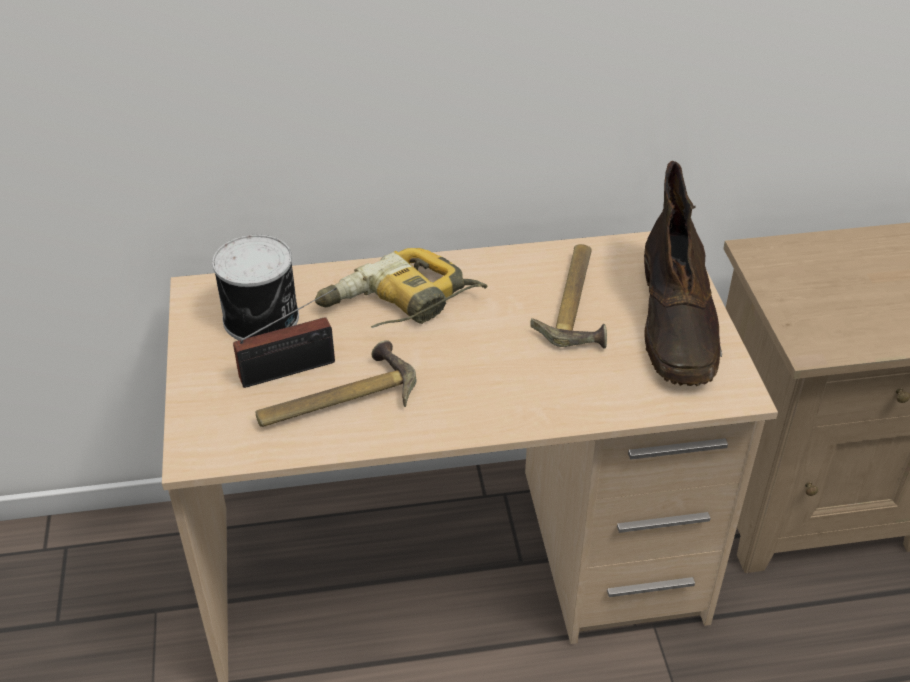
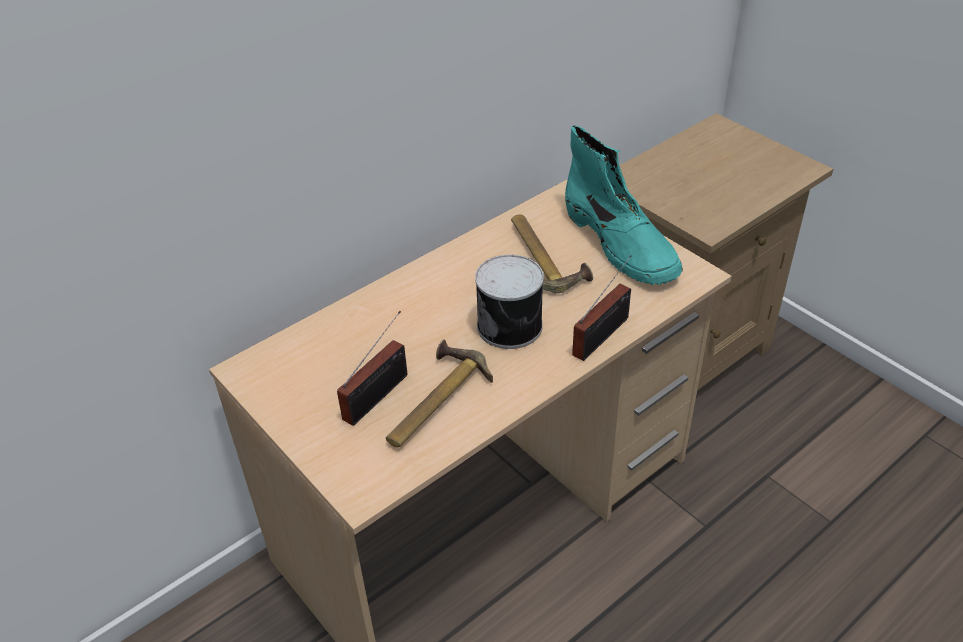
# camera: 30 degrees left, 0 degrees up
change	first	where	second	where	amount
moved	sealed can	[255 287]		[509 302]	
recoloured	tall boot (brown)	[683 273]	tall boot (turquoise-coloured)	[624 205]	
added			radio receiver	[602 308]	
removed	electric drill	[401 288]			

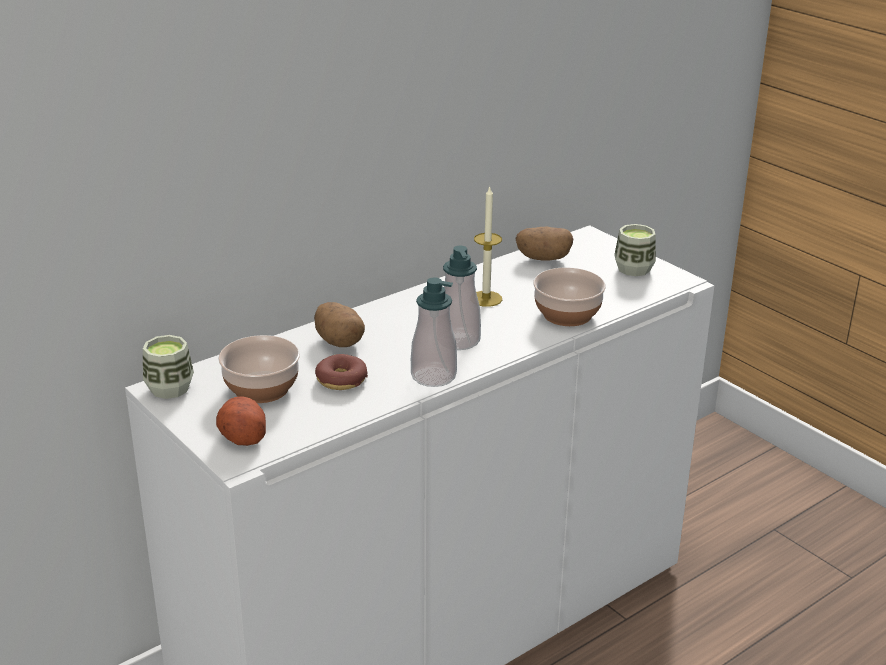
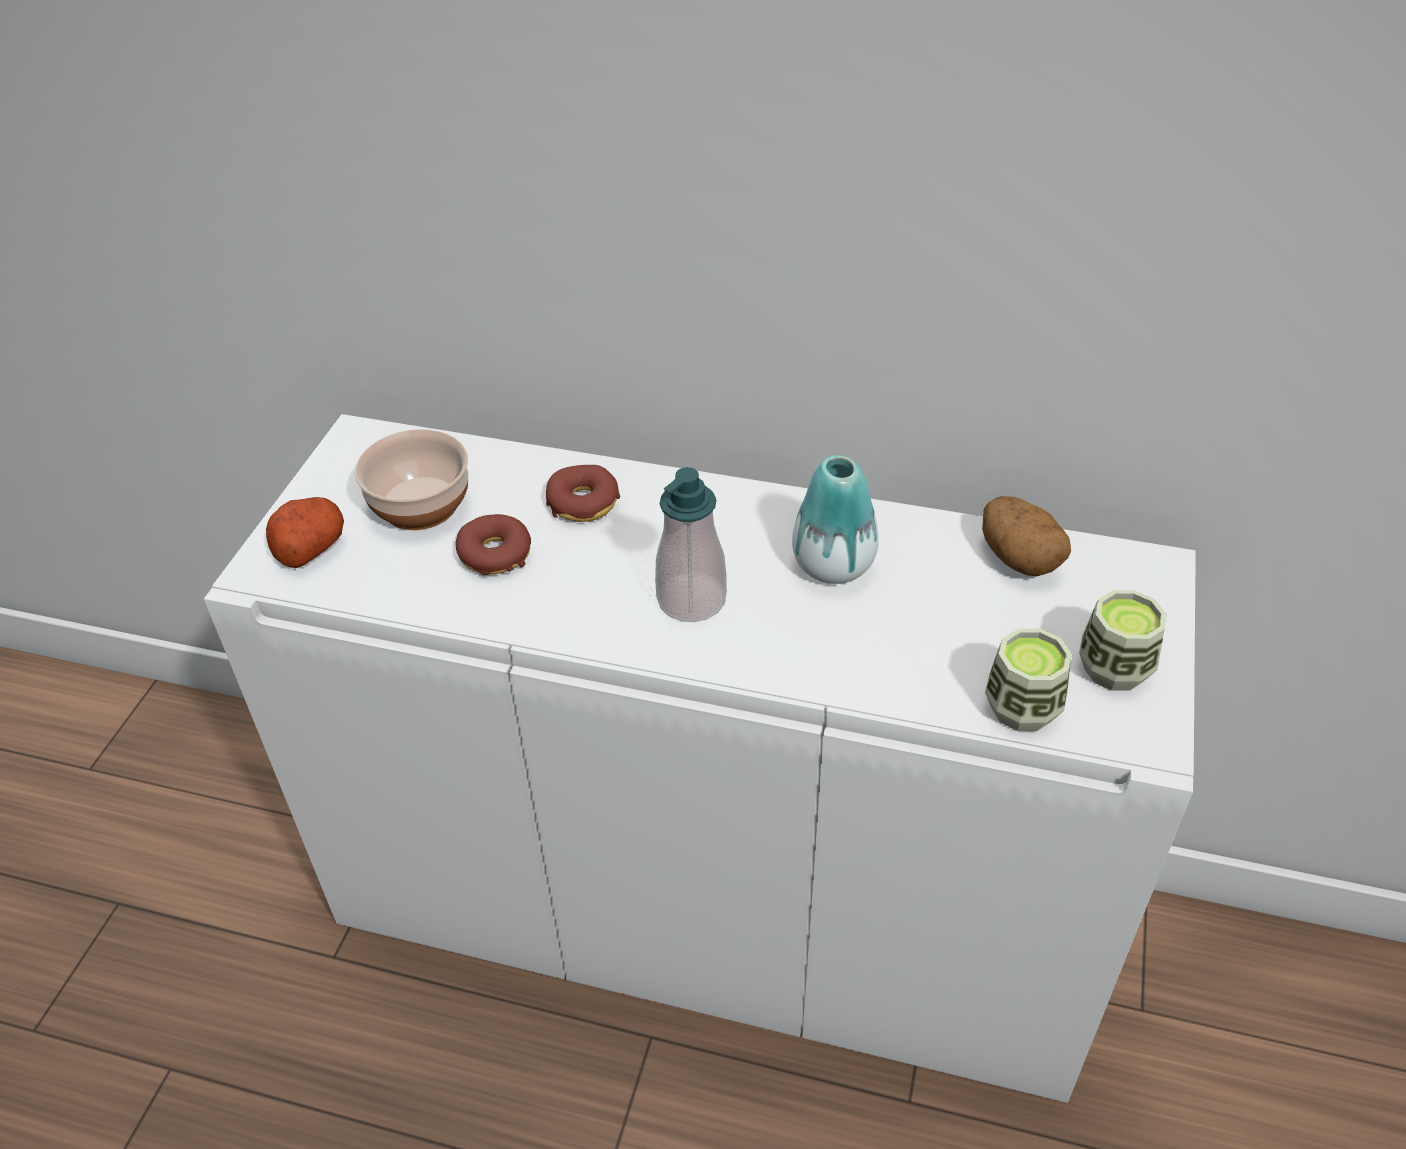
# camera: 55 degrees right, 15 degrees up
change	first	where	second	where	amount
replaced	whole potato	[339 324]	ring doughnut	[583 493]	
replaced	wax light	[488 246]	decorative vase	[835 519]	
moved	drinking cup	[168 367]		[1028 680]	
removed	soap bottle	[434 332]			
removed	serving bowl	[569 296]			

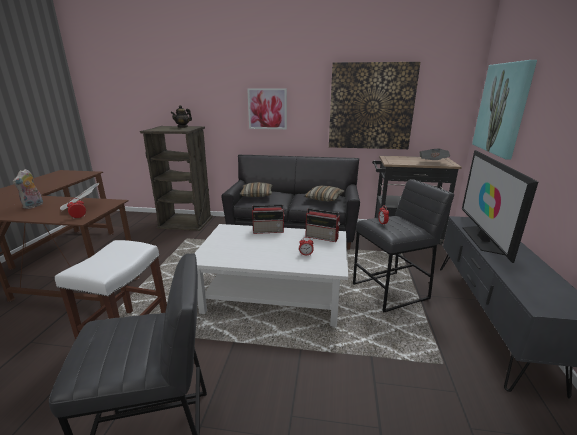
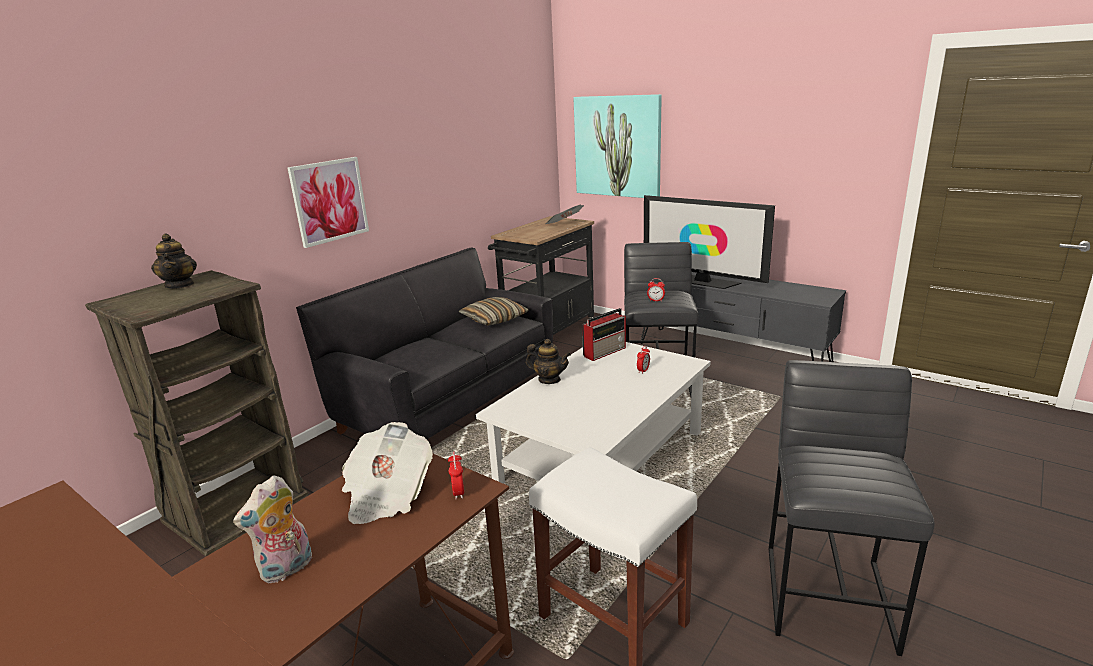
# camera: 60 degrees left, 0 degrees up
change	first	where	second	where	amount
turned	soft toy	[27 189]		[272 530]	90 degrees clockwise
replaced	radio receiver	[268 219]	teapot	[548 361]	
removed	cushion	[256 189]			
removed	wall picture	[374 105]			

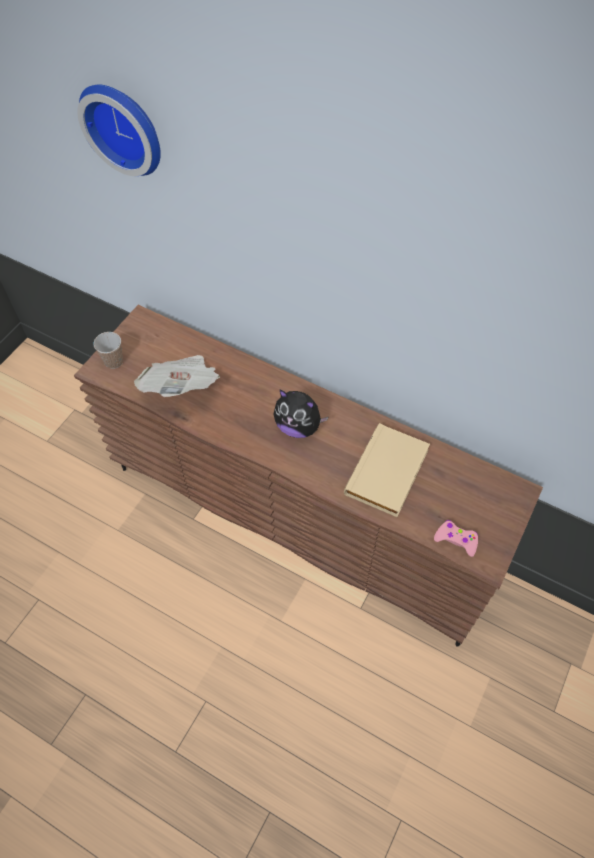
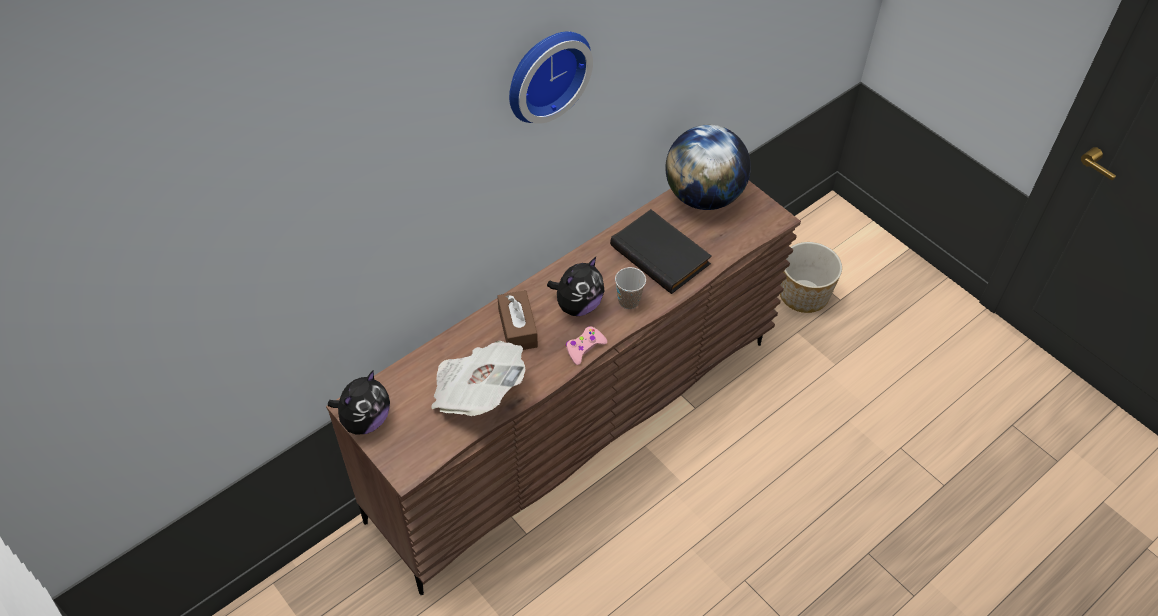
# camera: 70 degrees left, 5 degrees down
change	first	where	second	where	amount
added			soft toy	[359 402]	
added			tissue box (brown)	[517 320]	
moved	clock on the wall	[119 130]		[551 77]	
moved	joypad (pink-coloured)	[456 538]		[586 345]	
recoloured	bound book (beige)	[387 470]	bound book (blackish)	[661 251]	
moved	drinking cup	[108 350]		[630 288]	
added			world globe	[708 167]	
added			flower pot	[811 277]	

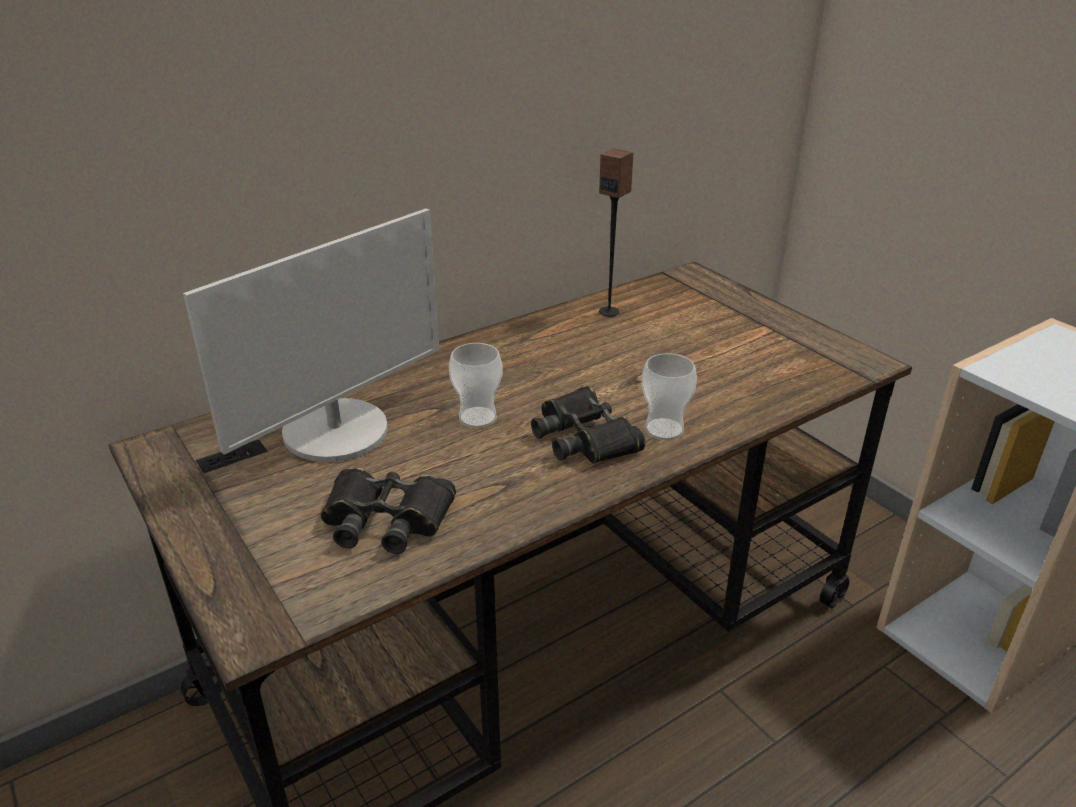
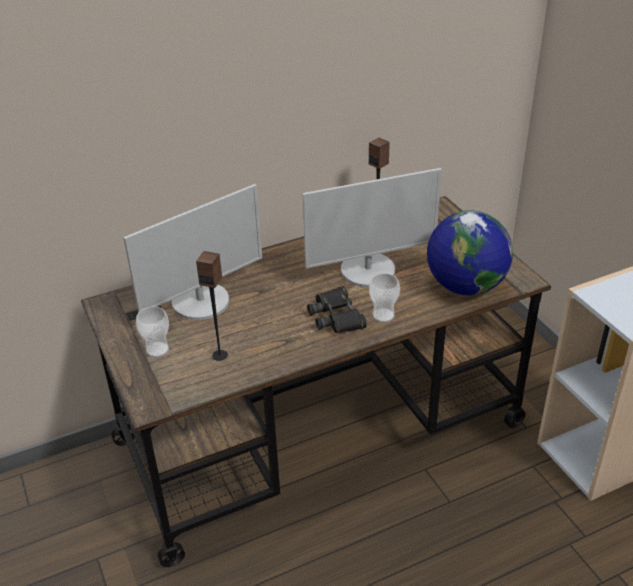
# camera: 10 degrees right, 5 degrees up
change	first	where	second	where	amount
moved	drinking cup	[476 385]		[152 332]	
replaced	pair of binoculars (blackish)	[388 511]	loudspeaker	[212 306]	
added			monitor	[372 228]	
added			world globe	[470 252]	

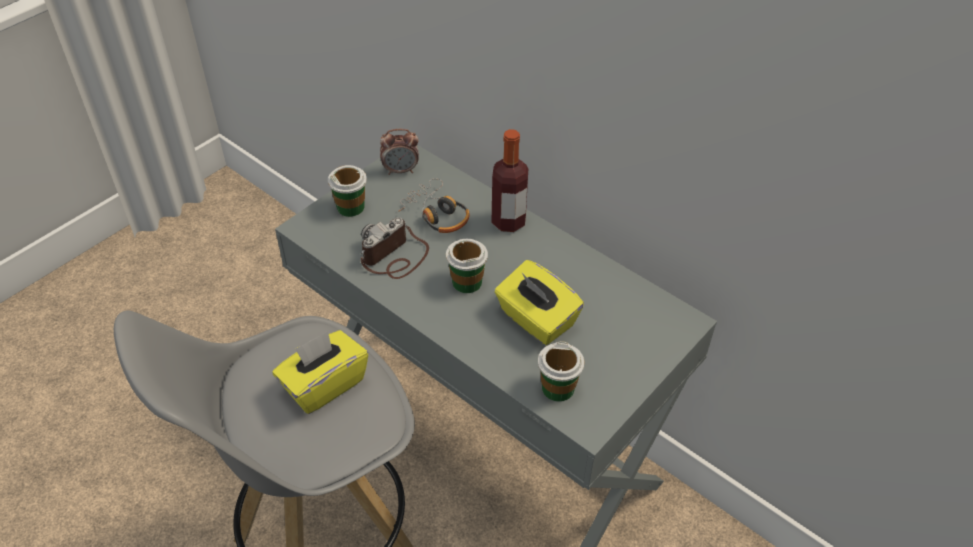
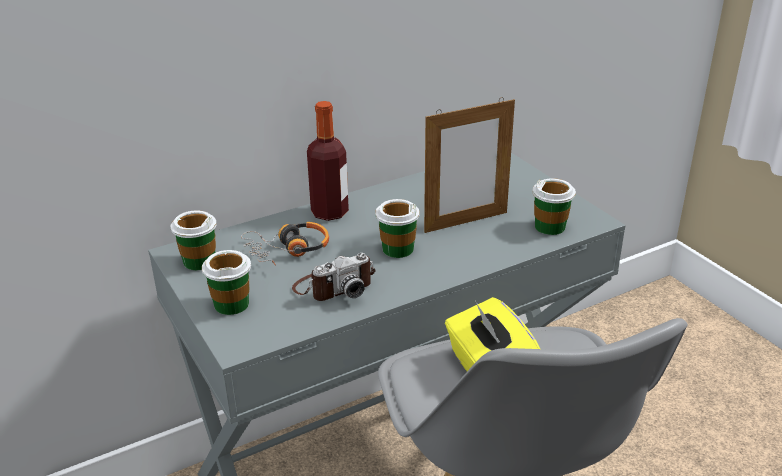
# camera: 70 degrees left, 15 degrees down
change	first	where	second	where	amount
replaced	table clock	[399 152]	drinking cup	[193 240]	
turned	still camera	[394 248]		[334 277]	90 degrees counterclockwise
replaced	tissue box (yellow)	[539 302]	picture frame	[469 165]	

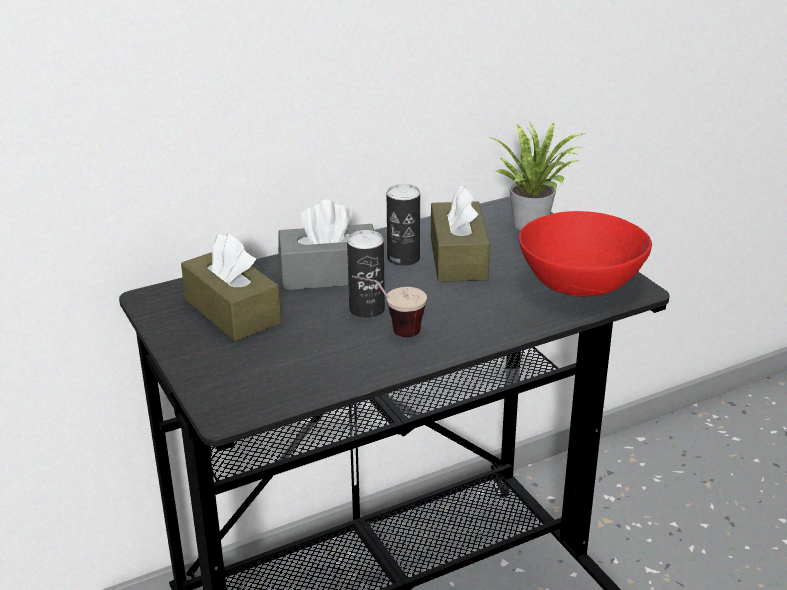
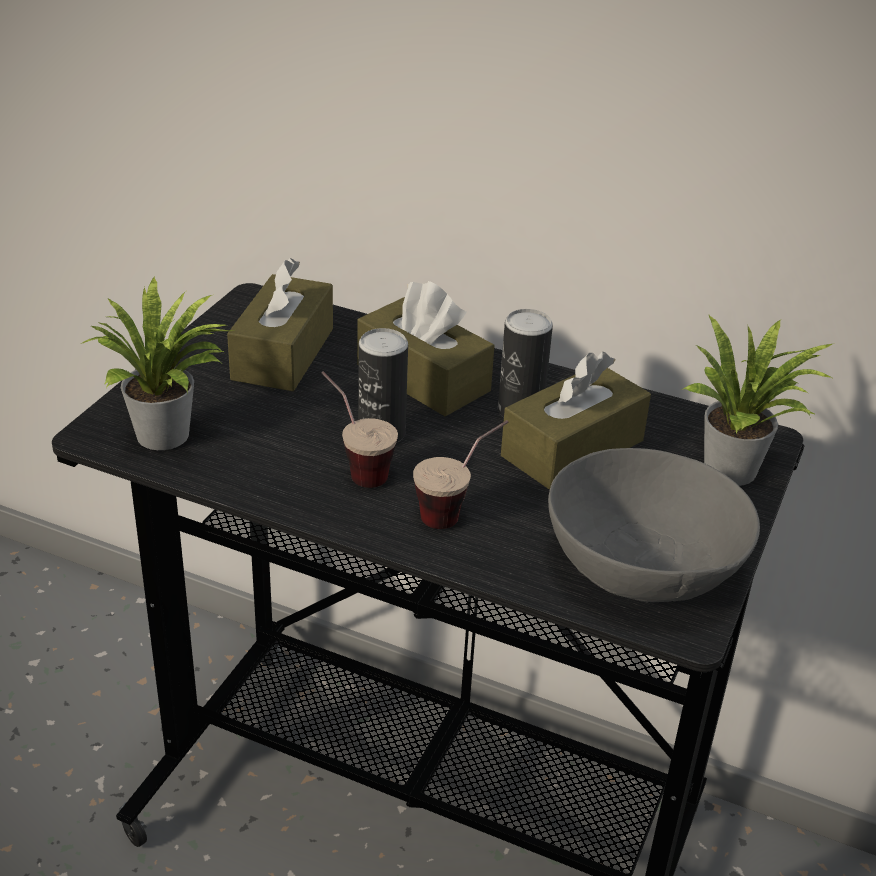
# camera: 50 degrees right, 5 degrees up
change	first	where	second	where	amount
added			plant in a pot	[157 362]	
recoloured	tissue box (grey)	[326 245]	tissue box (brown)	[425 348]	
added			drinking cup	[461 474]	
recoloured	serving bowl (reddish)	[585 254]	serving bowl (grey)	[654 525]	

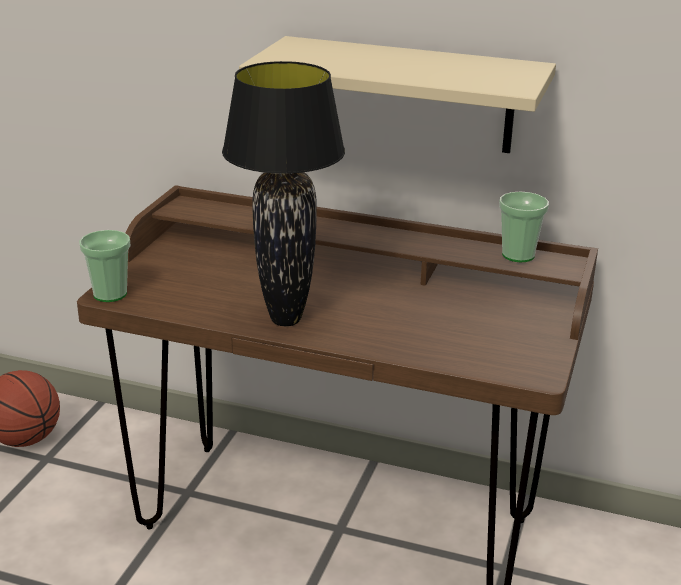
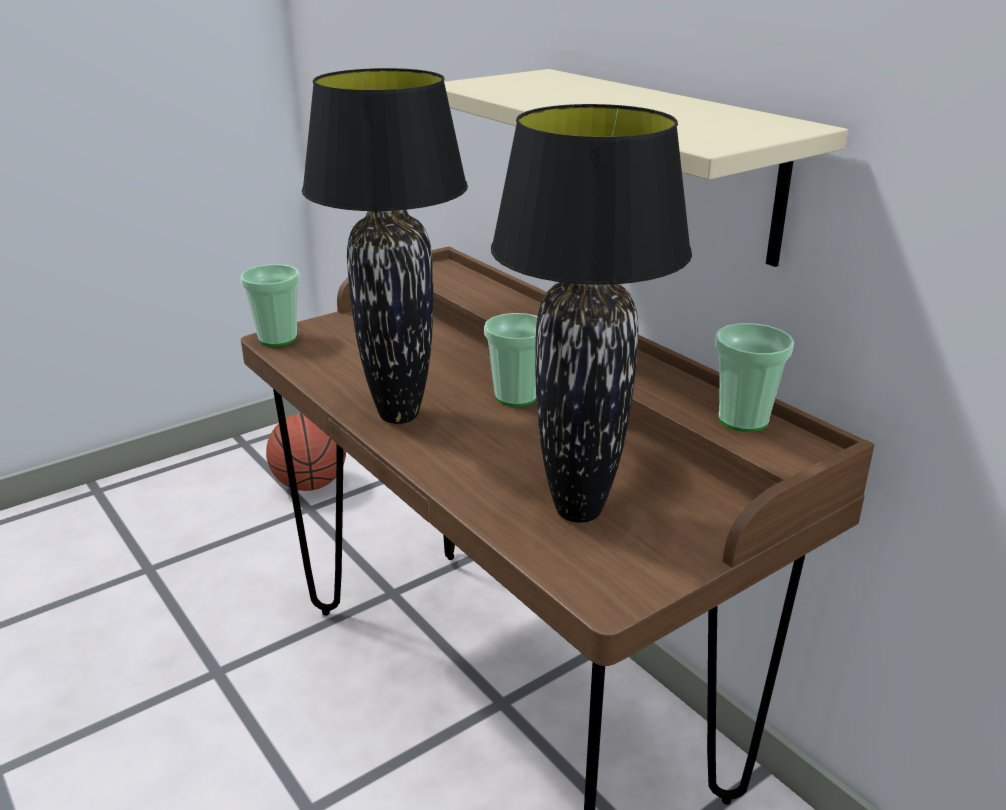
# camera: 35 degrees right, 0 degrees up
change	first	where	second	where	amount
added			drinking cup	[511 360]	
added			lamp for a table (blackish)	[591 313]	

